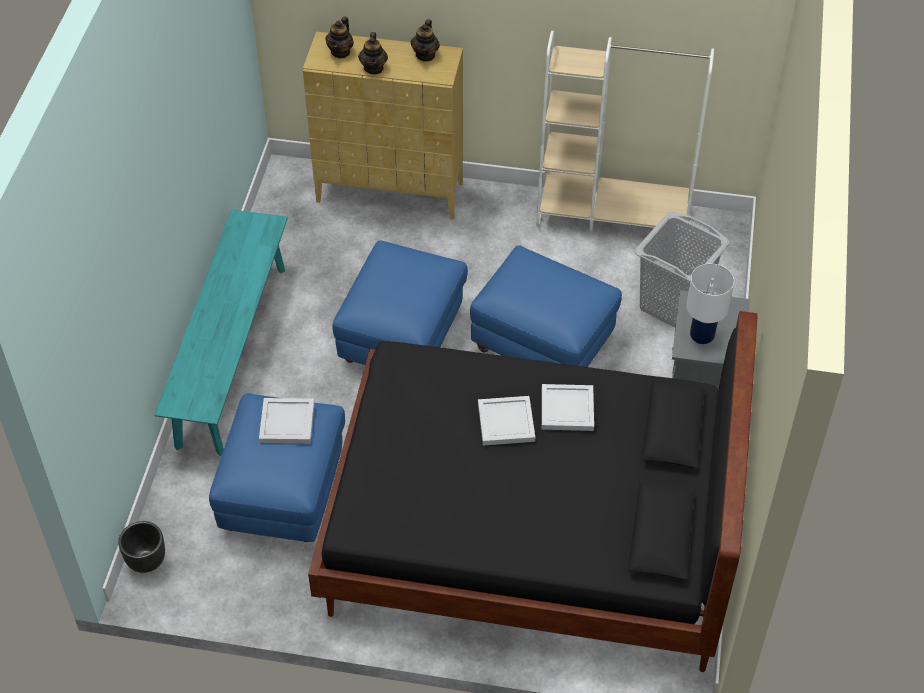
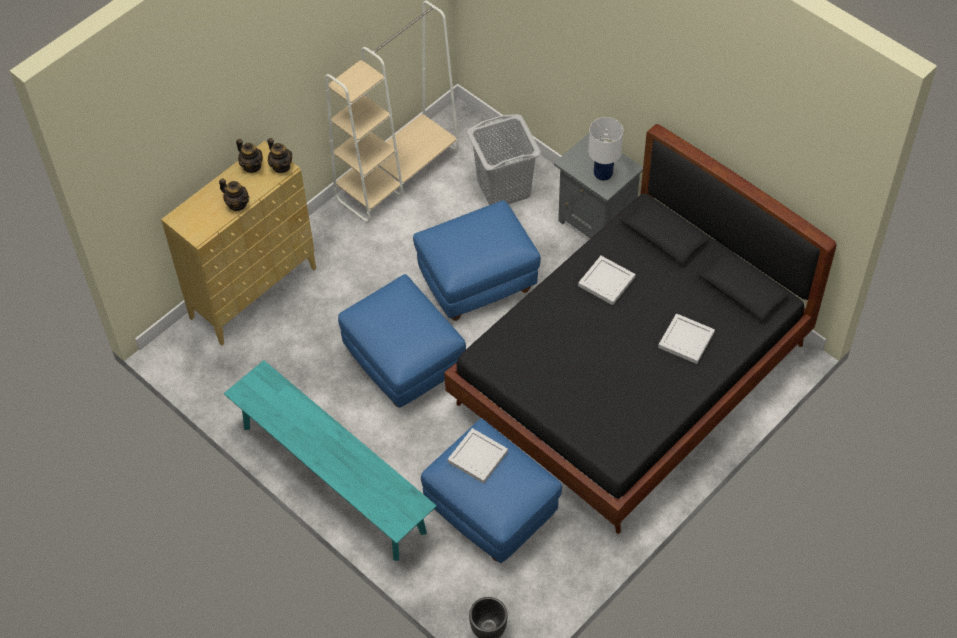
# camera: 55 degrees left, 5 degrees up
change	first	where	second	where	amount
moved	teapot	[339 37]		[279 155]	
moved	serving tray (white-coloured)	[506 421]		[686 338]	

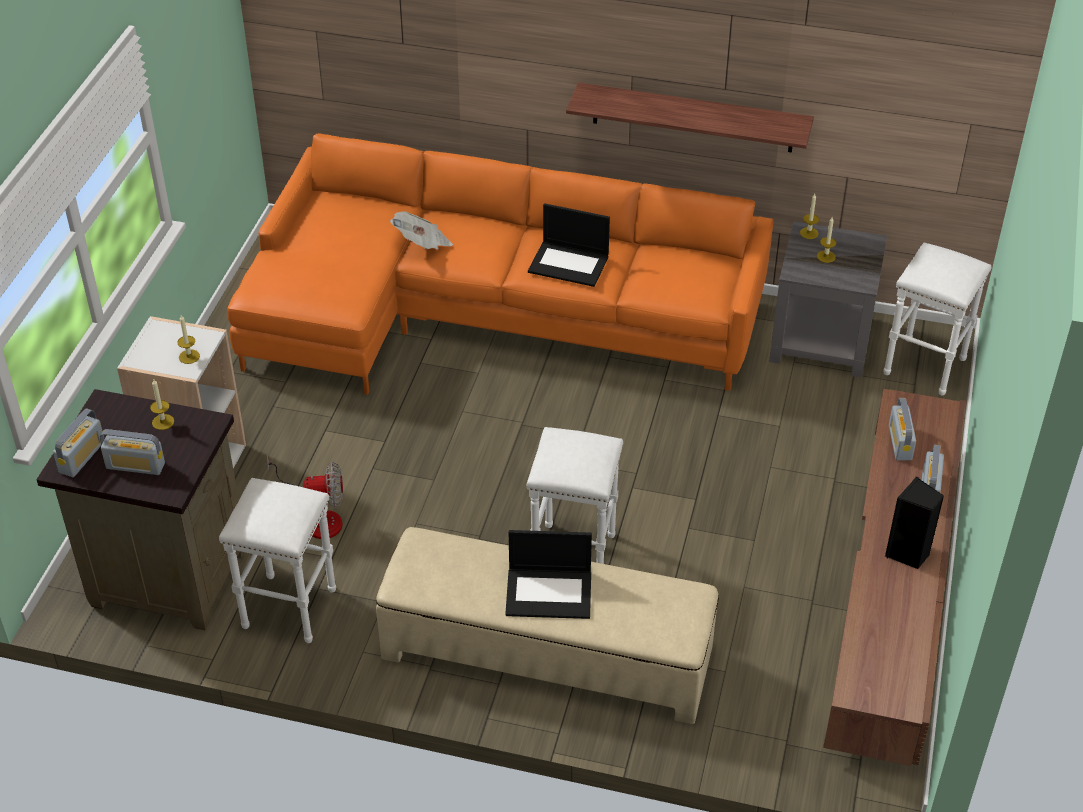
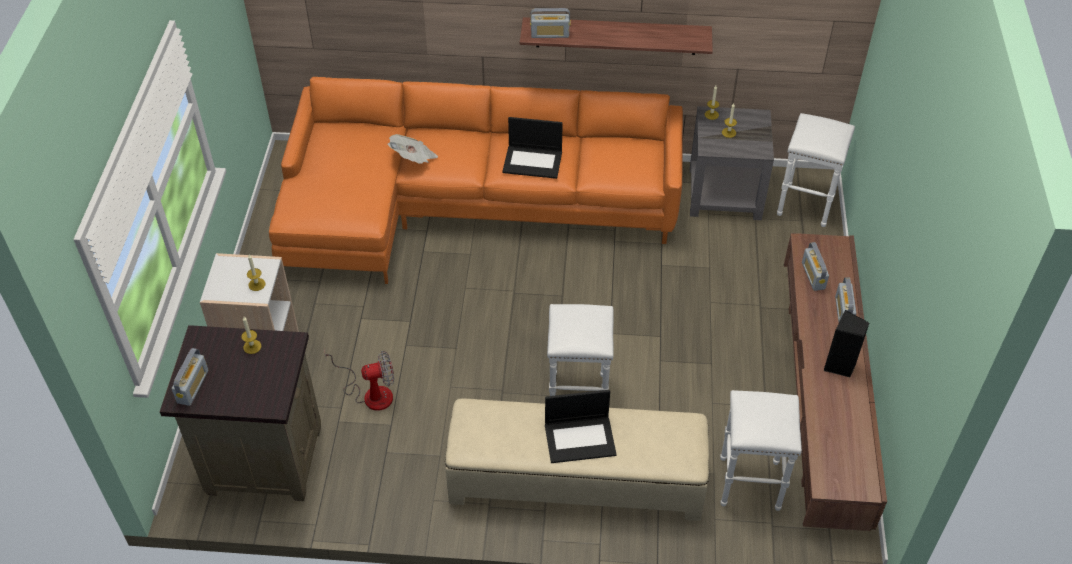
# camera: 10 degrees left, 5 degrees up
change	first	where	second	where	amount
moved	radio receiver	[132 452]		[550 23]	
moved	sitting stool (white-coloured)	[277 560]		[761 450]	

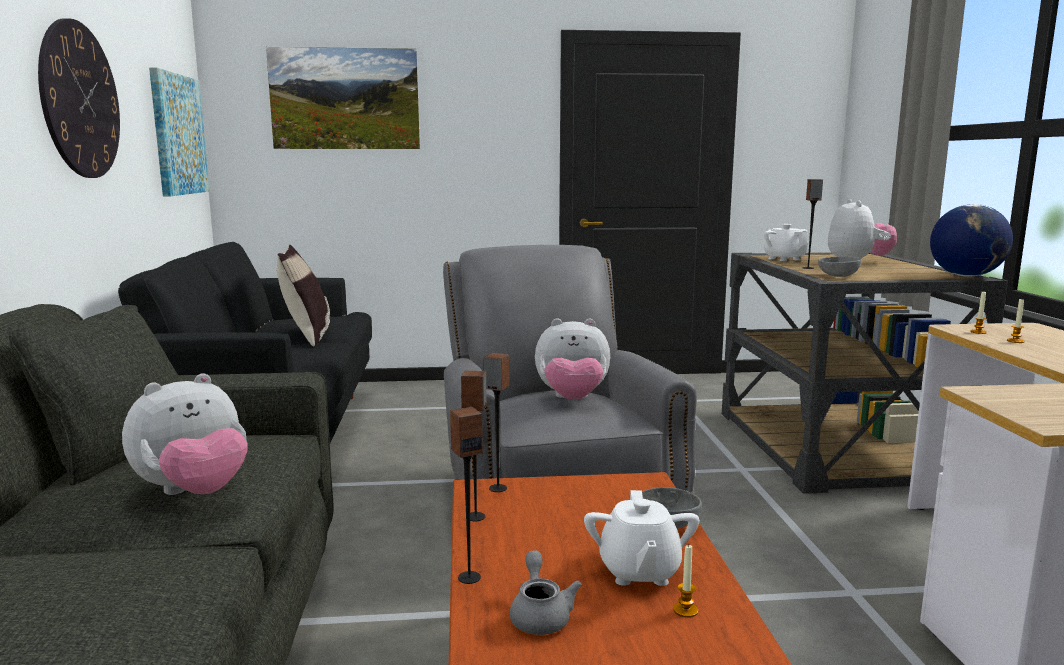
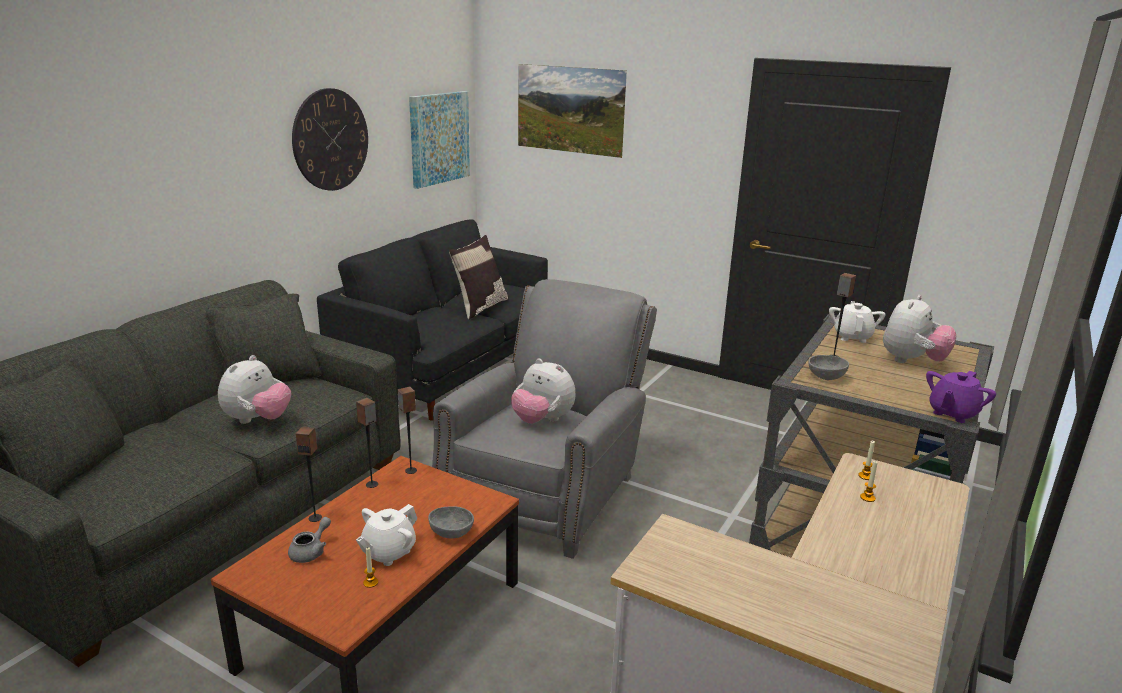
# camera: 35 degrees right, 10 degrees up
change	first	where	second	where	amount
turned	soft toy	[185 434]		[254 389]	60 degrees counterclockwise
replaced	world globe	[971 240]	teapot (purplish)	[961 397]	

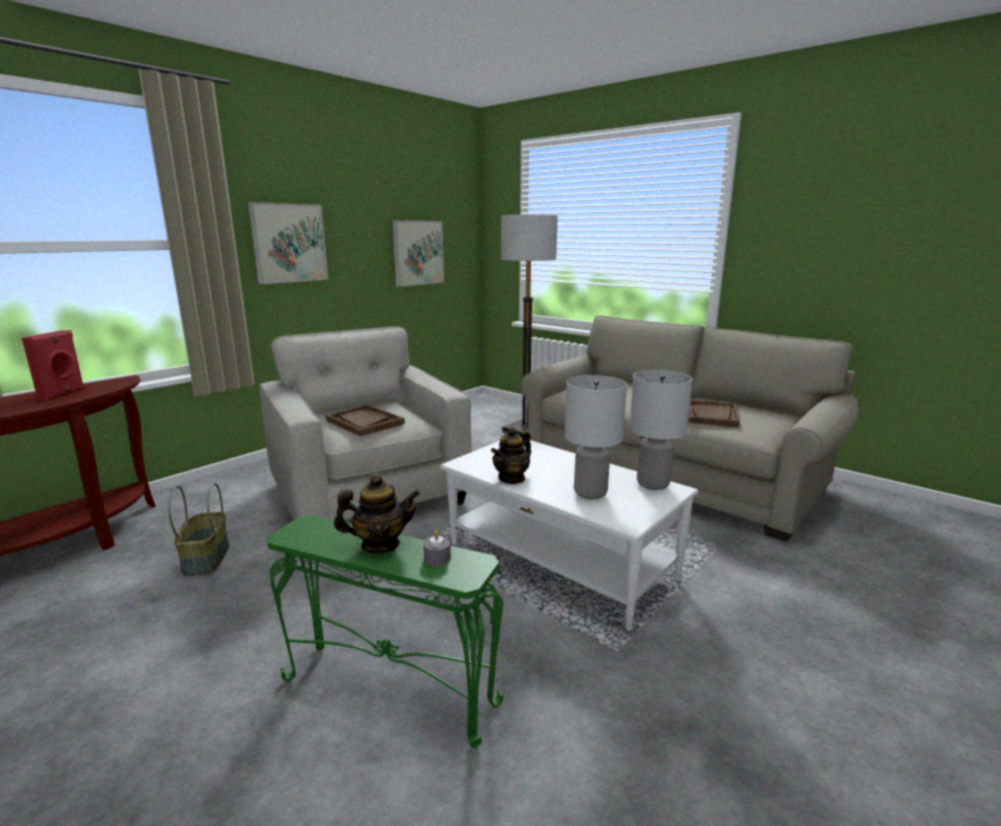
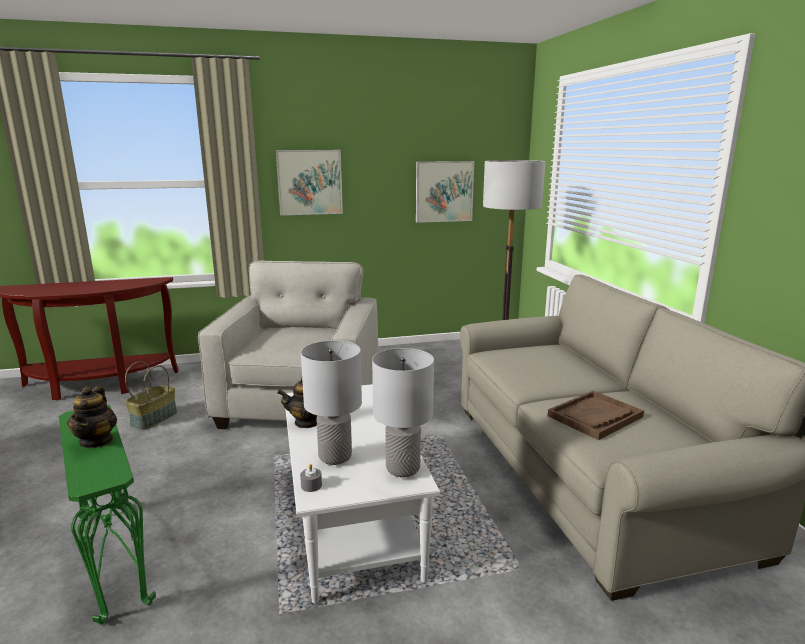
# camera: 35 degrees right, 0 degrees up
change	first	where	second	where	amount
turned	teapot	[377 514]		[92 417]	60 degrees clockwise
moved	wax light (grey)	[437 548]		[311 478]	
removed	loudspeaker (reddish)	[53 365]			
removed	serving tray (brown)	[365 420]			

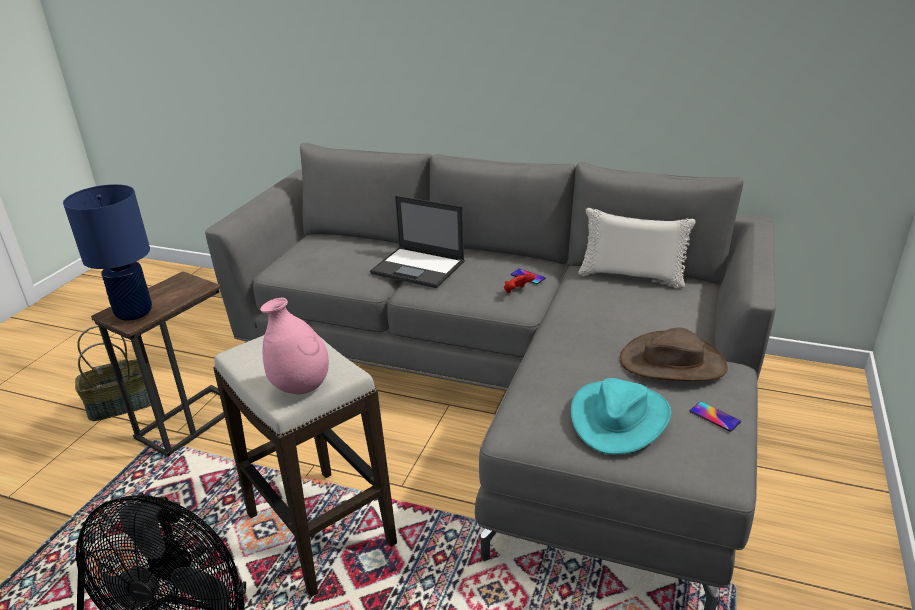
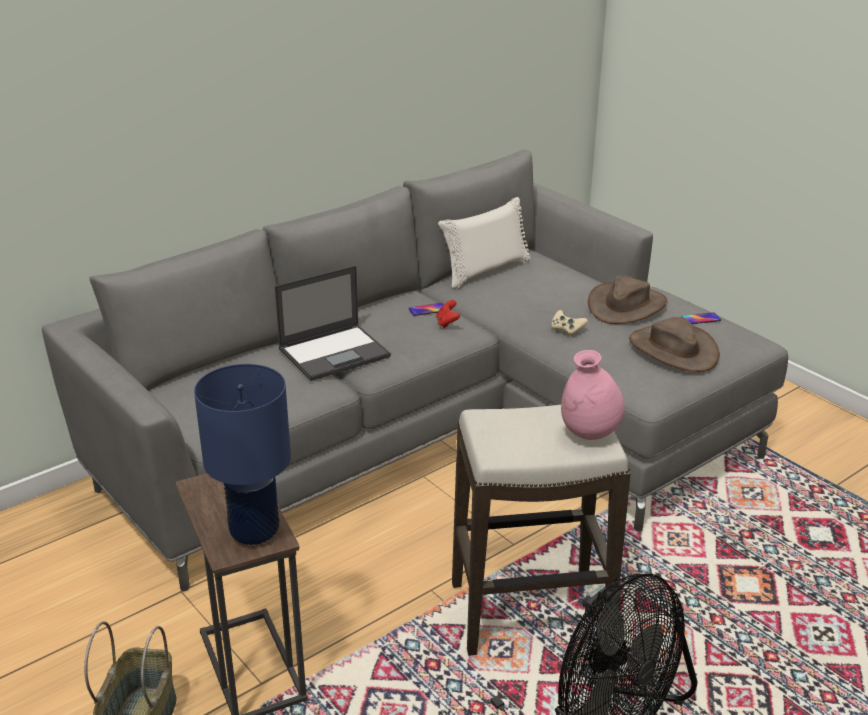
# camera: 60 degrees left, 0 degrees up
change	first	where	second	where	amount
added			joypad (beige)	[569 323]	
recoloured	wearable hat (turquoise-coloured)	[621 416]	wearable hat (brown)	[674 344]	

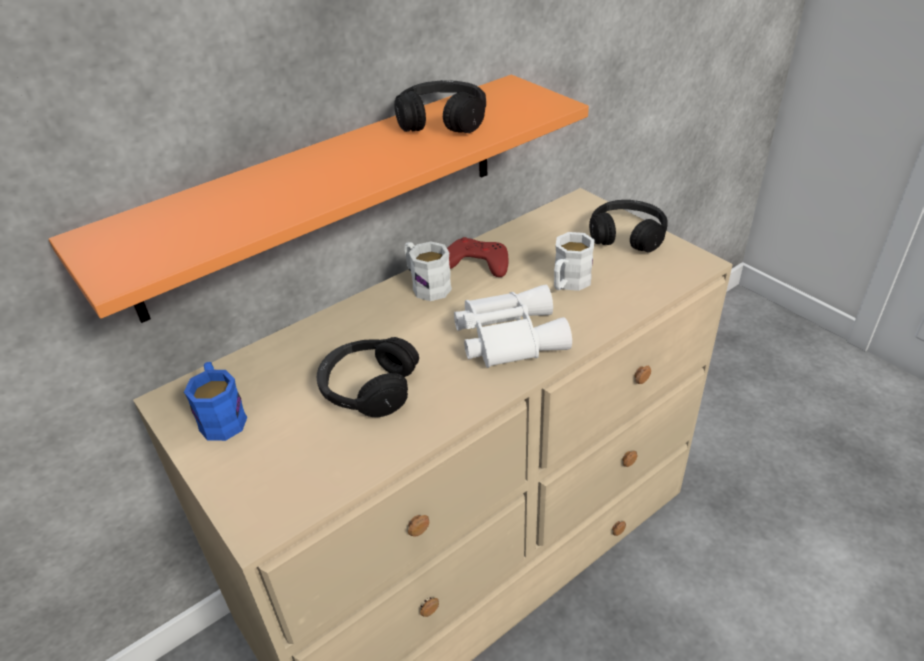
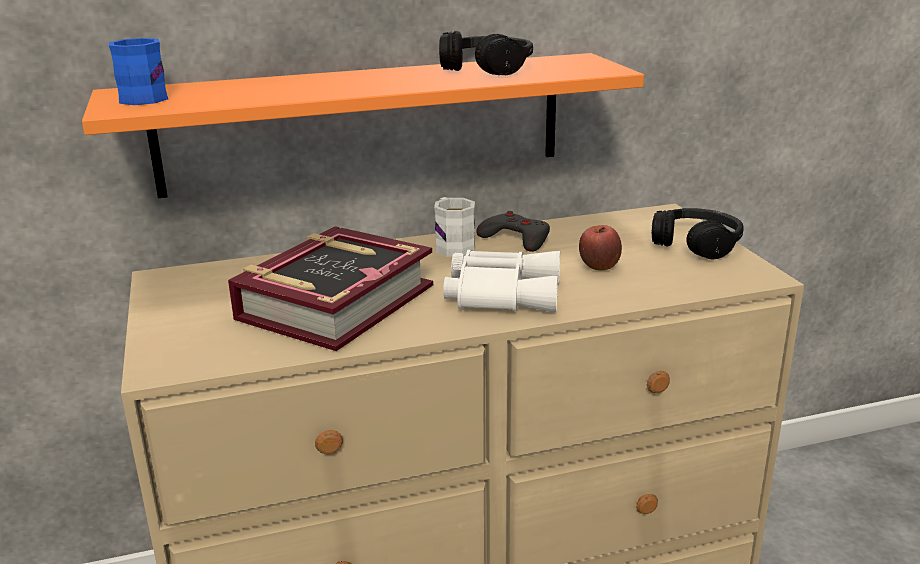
# camera: 20 degrees right, 15 degrees down
change	first	where	second	where	amount
moved	coffee mug (blue)	[215 401]		[138 71]	
replaced	headset (blackish)	[368 377]	bound book	[330 288]	
recoloured	joypad (reddish)	[477 257]	joypad (grey)	[513 231]	
replaced	coffee mug (white-coloured)	[574 261]	apple fruit	[600 248]	

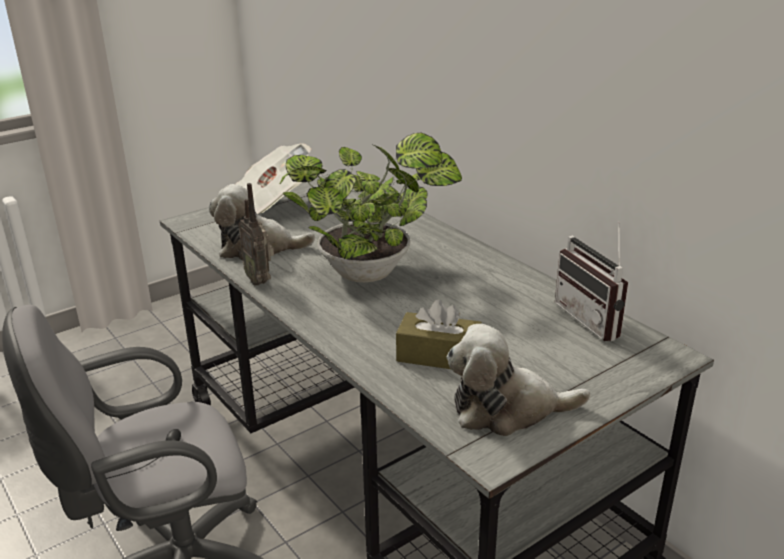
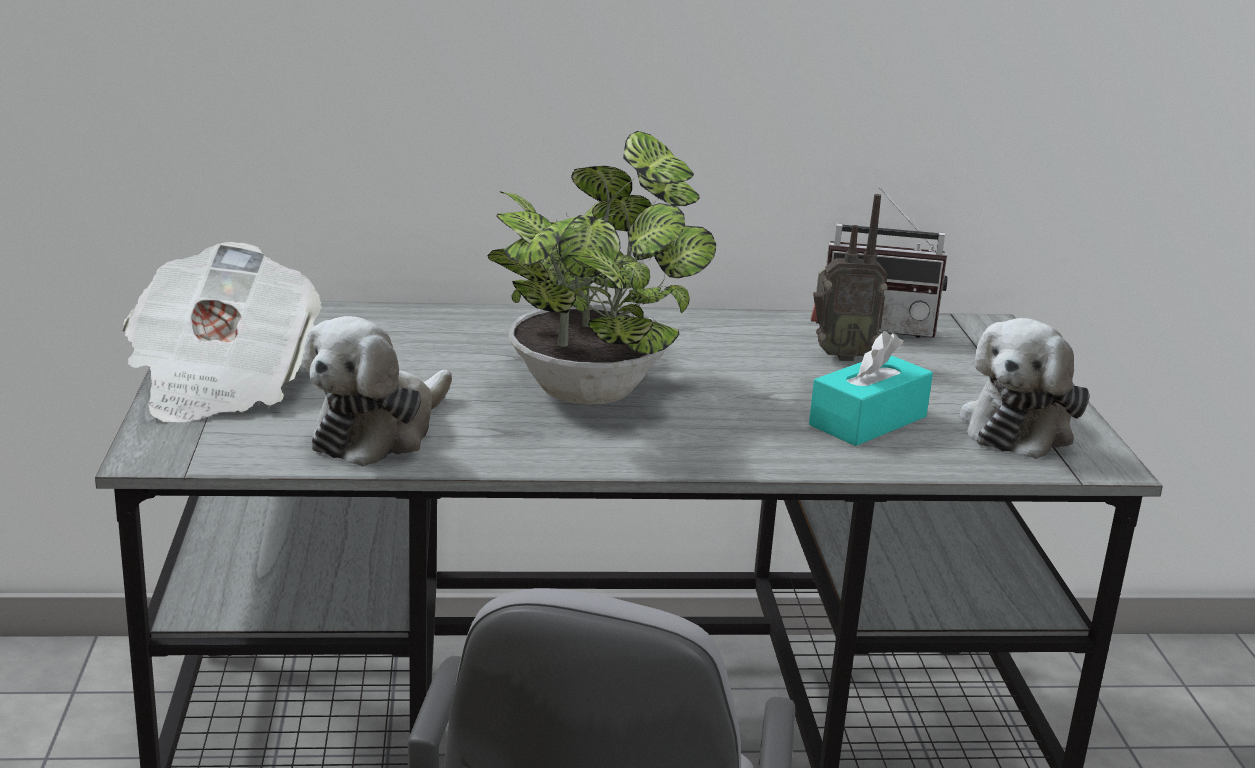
# camera: 60 degrees left, 5 degrees down
change	first	where	second	where	amount
recoloured	tissue box (brown)	[439 334]	tissue box (turquoise-coloured)	[871 388]	
moved	radio receiver	[256 234]		[849 277]	

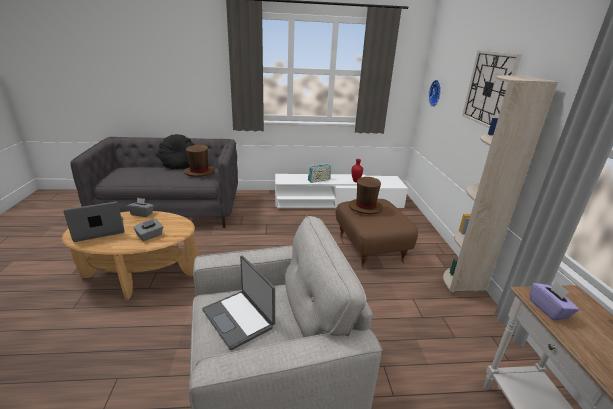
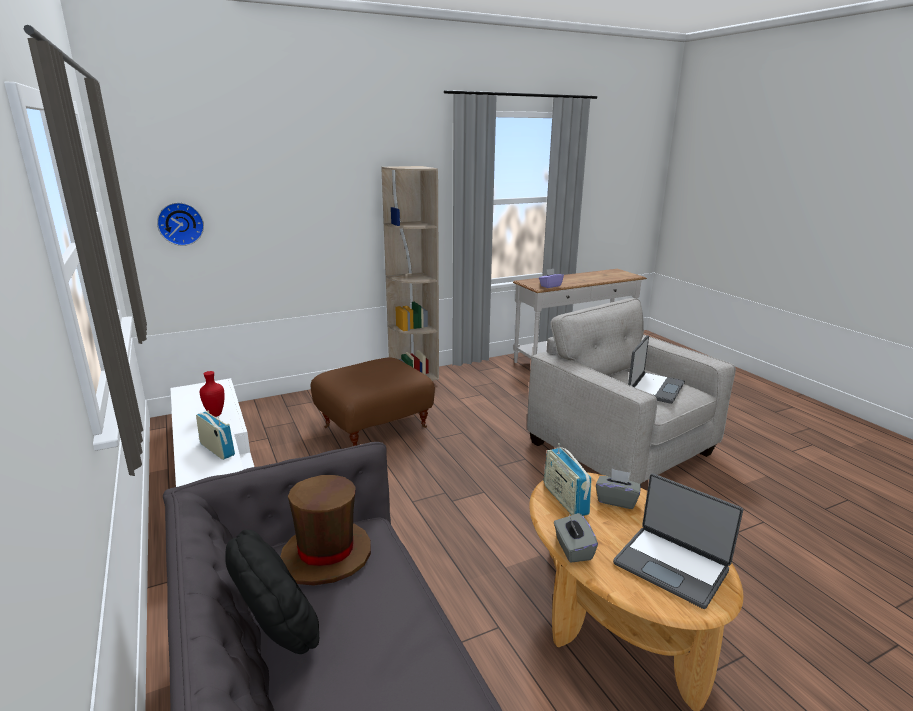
# camera: 110 degrees left, 5 degrees down
change	first	where	second	where	amount
added			radio receiver	[568 479]	
removed	wearable hat (brown)	[366 195]			
removed	clock on the wall	[491 89]			

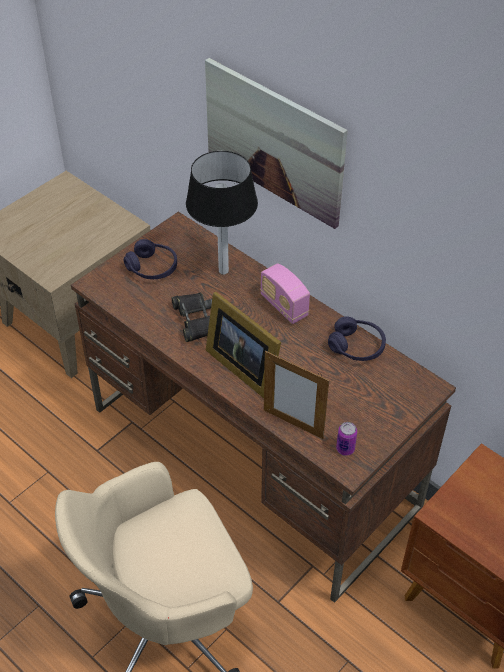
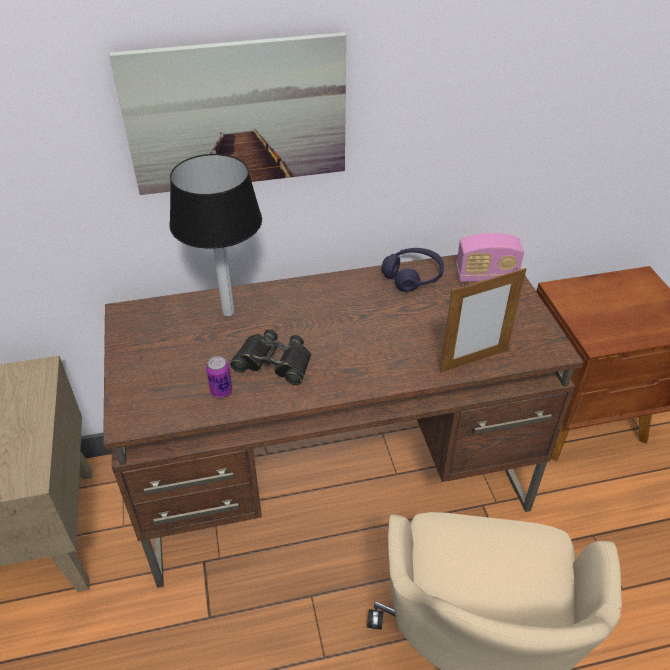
# camera: 55 degrees left, 5 degrees down
change	first	where	second	where	amount
moved	sealed can	[346 439]		[219 377]	
moved	radio receiver	[285 293]		[490 257]	
removed	headset (purplish)	[150 259]			
removed	picture frame	[243 345]			

